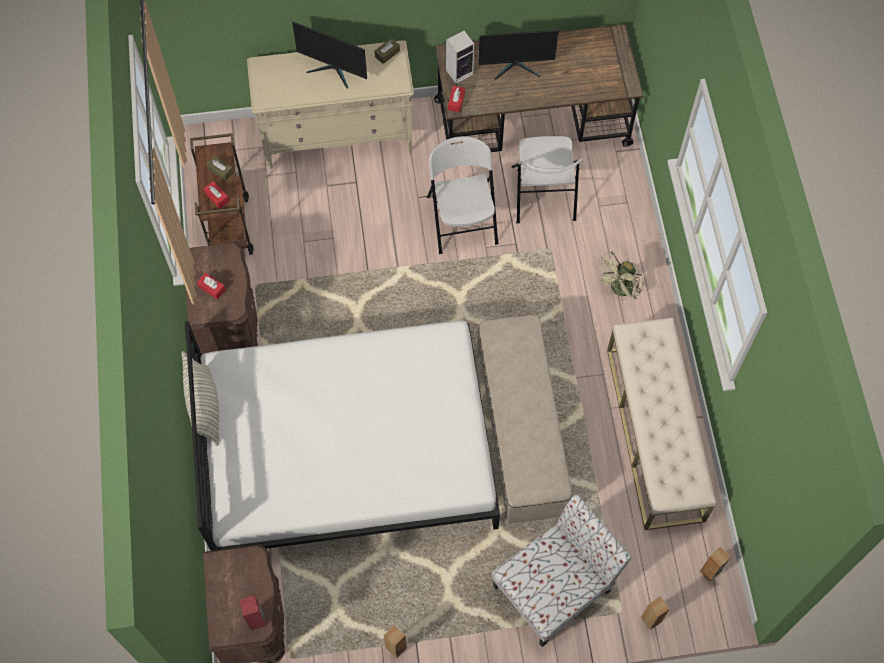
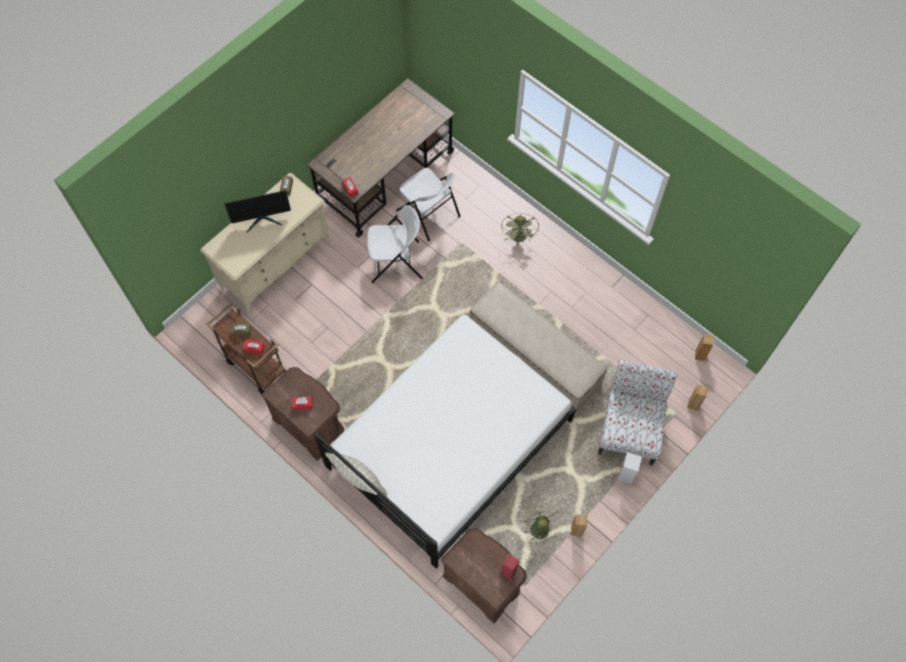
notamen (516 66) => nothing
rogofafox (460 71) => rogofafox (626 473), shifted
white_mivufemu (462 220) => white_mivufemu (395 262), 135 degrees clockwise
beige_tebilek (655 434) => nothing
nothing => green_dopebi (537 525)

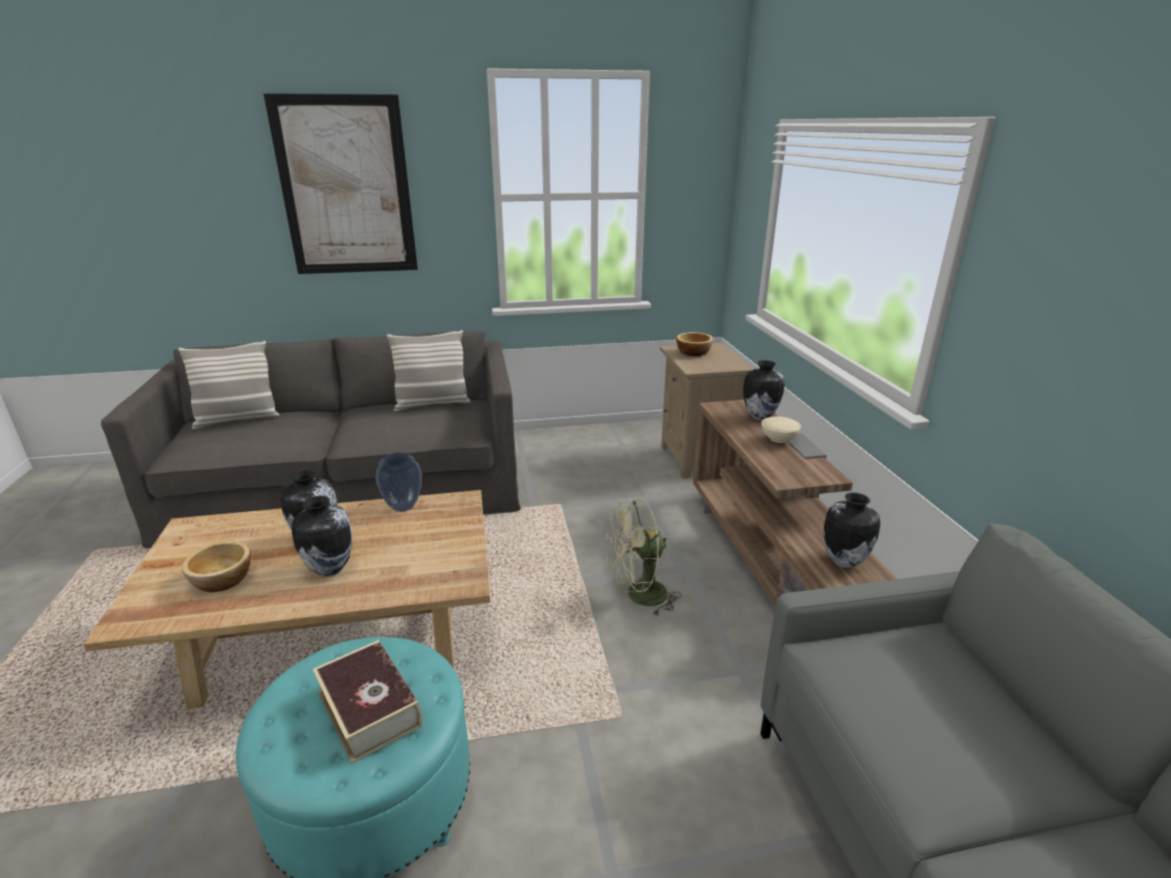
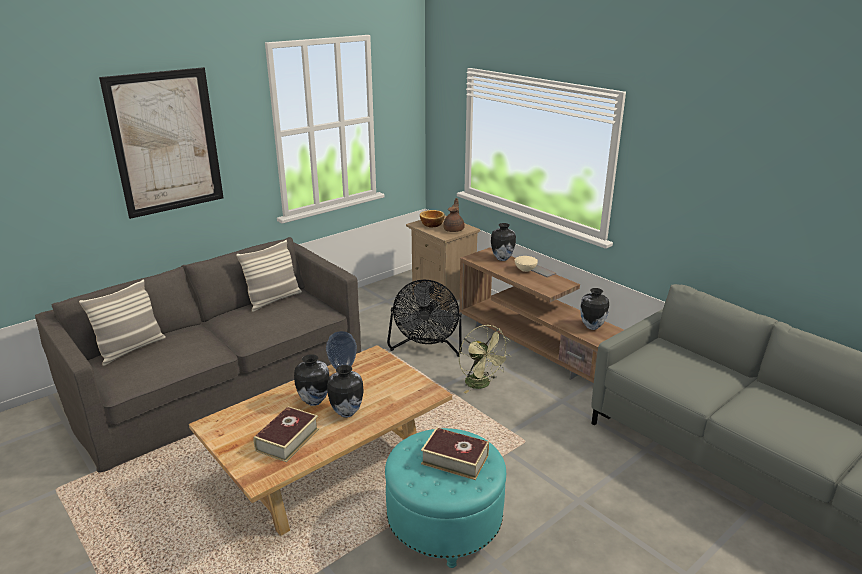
green_dopebi (639 597) => green_dopebi (481 385), 75 degrees counterclockwise
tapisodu (224 579) => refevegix (287 440)
nothing => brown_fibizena (454 229)
nothing => black_dopebi (424 345)

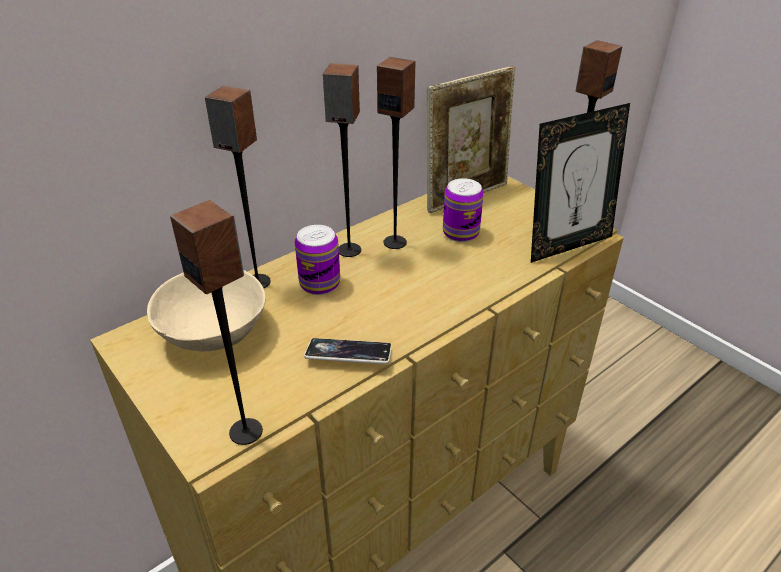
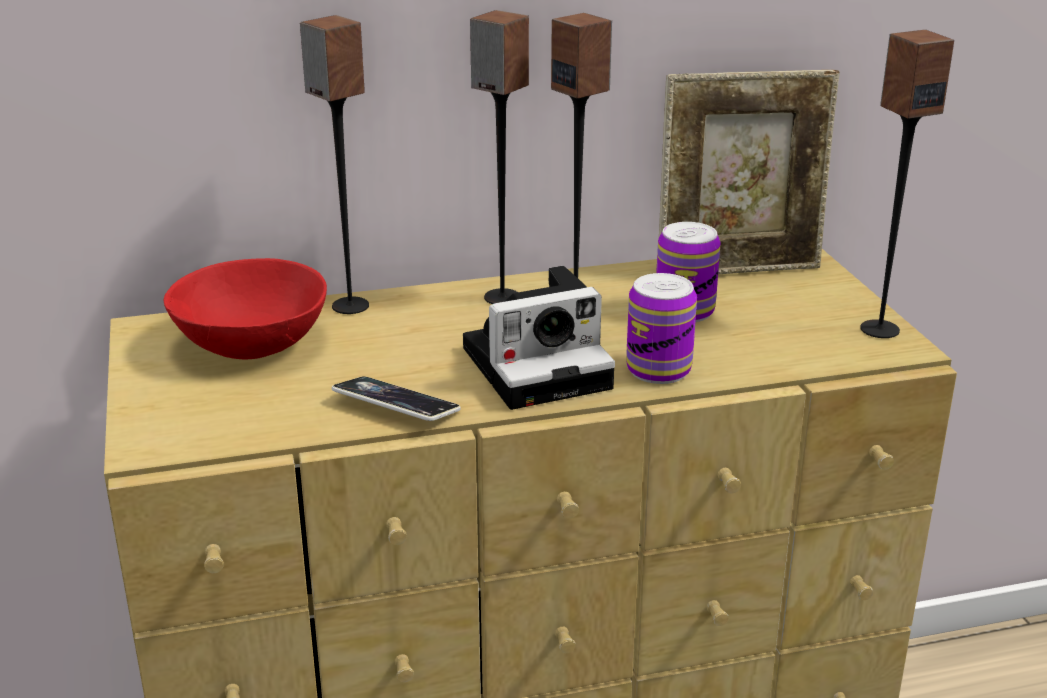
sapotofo (566 244) => nothing
rogofafox (246 431) => nothing
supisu (320 283) => supisu (658 370), shifted
beige_tapisodu (212 332) => red_tapisodu (250 344)
nothing => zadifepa (541 365)

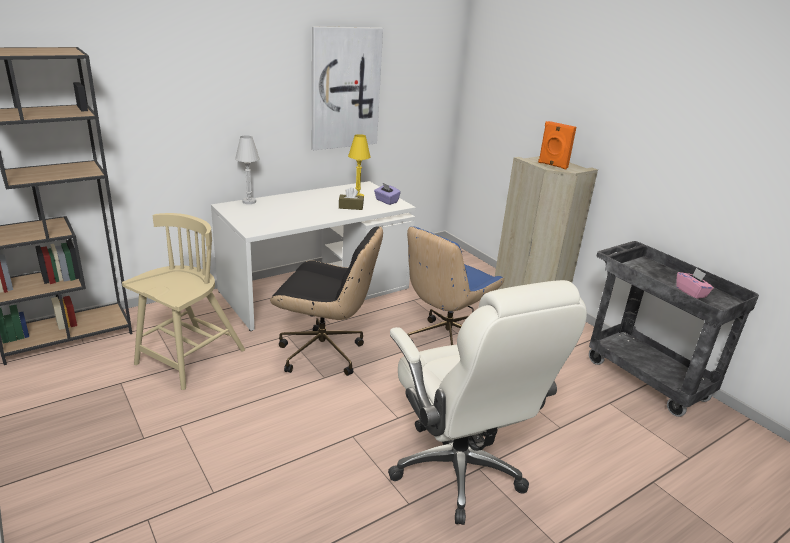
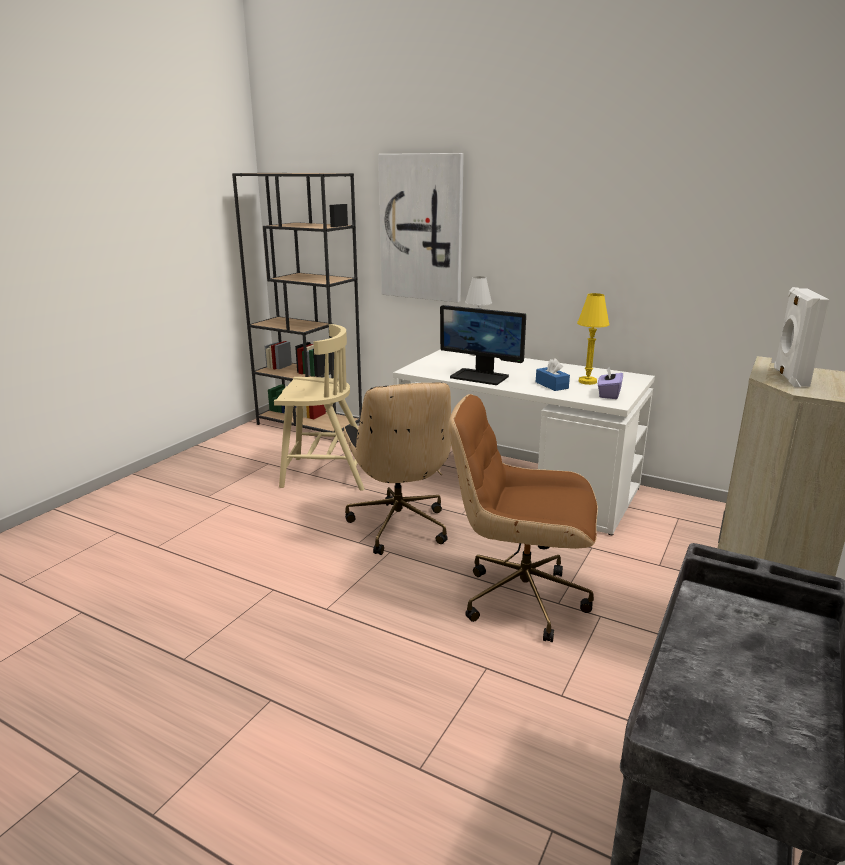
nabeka (345 88) => nabeka (421 228), shifted
orange_rogofafox (552 165) => white_rogofafox (789 377)
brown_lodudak (351 207) => blue_lodudak (551 385)
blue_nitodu (444 343) => brown_nitodu (519 600)
pink_lodudak (691 292) => nothing
white_nitodu (458 471) => nothing
nothing => notamen (480 377)

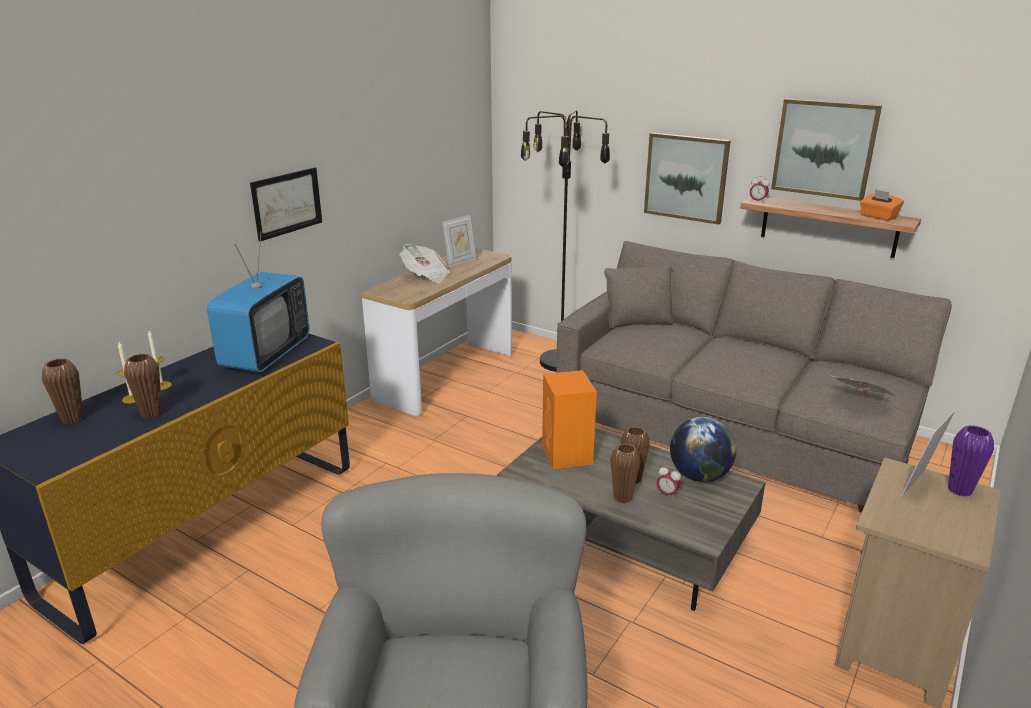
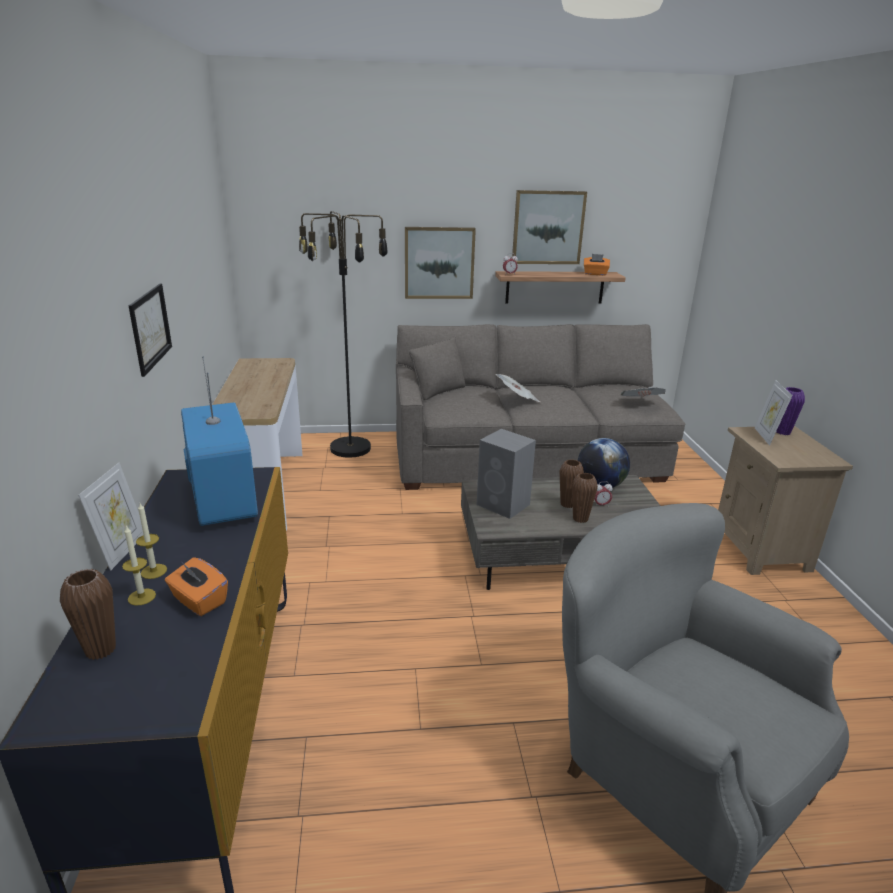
sapotofo (460 262) => sapotofo (122 550), shifted
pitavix (426 276) => pitavix (517 399), shifted
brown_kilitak (151 413) => orange_lodudak (199 601)
orange_rogofafox (567 455) => grey_rogofafox (504 505)

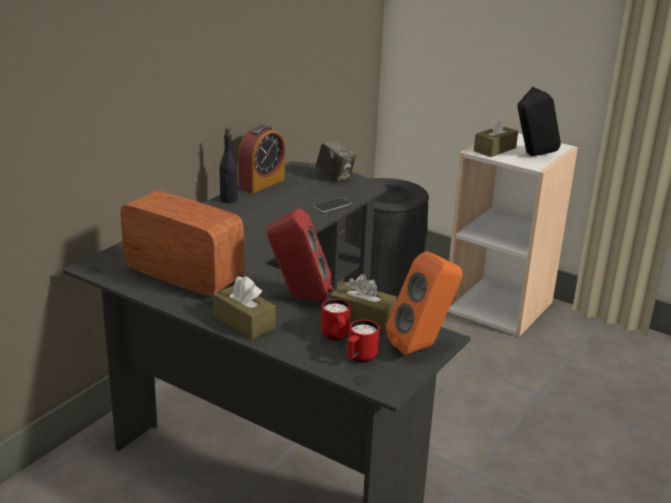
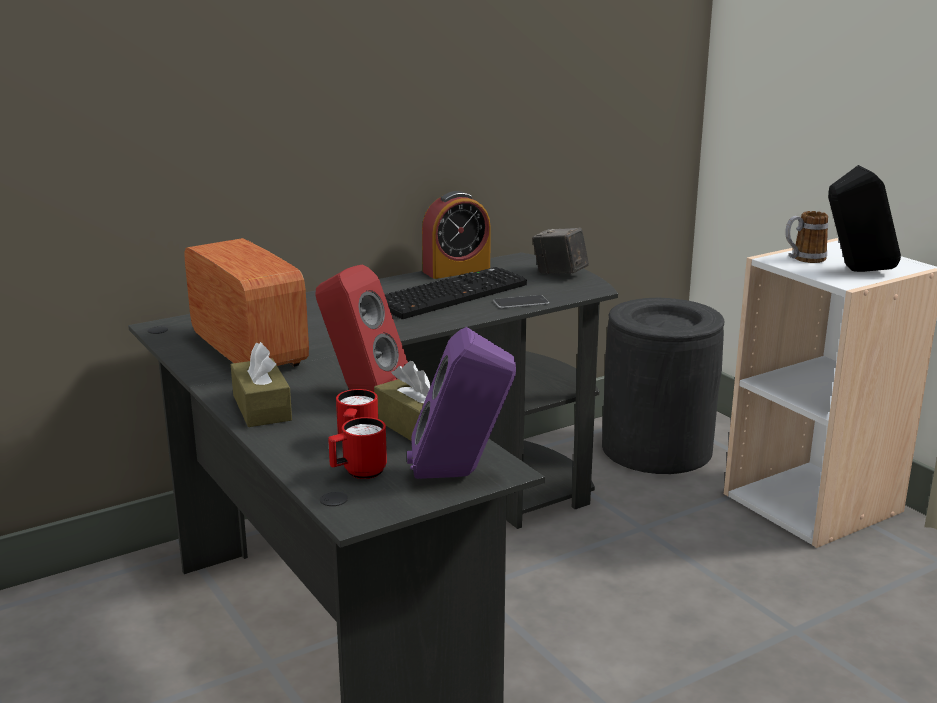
brown_lodudak (494 149) => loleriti (803 259)
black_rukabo (228 200) => nothing
zadifepa (335 176) => zadifepa (559 273), 150 degrees clockwise
orange_rogofafox (422 346) => purple_rogofafox (461 475)
nothing => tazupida (451 294)

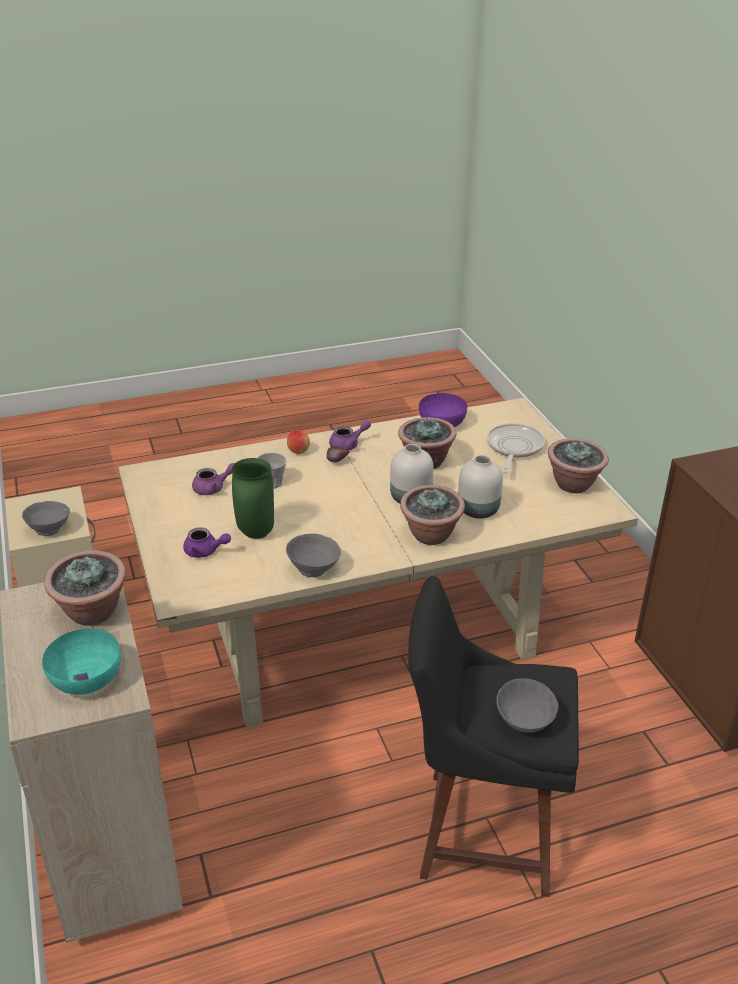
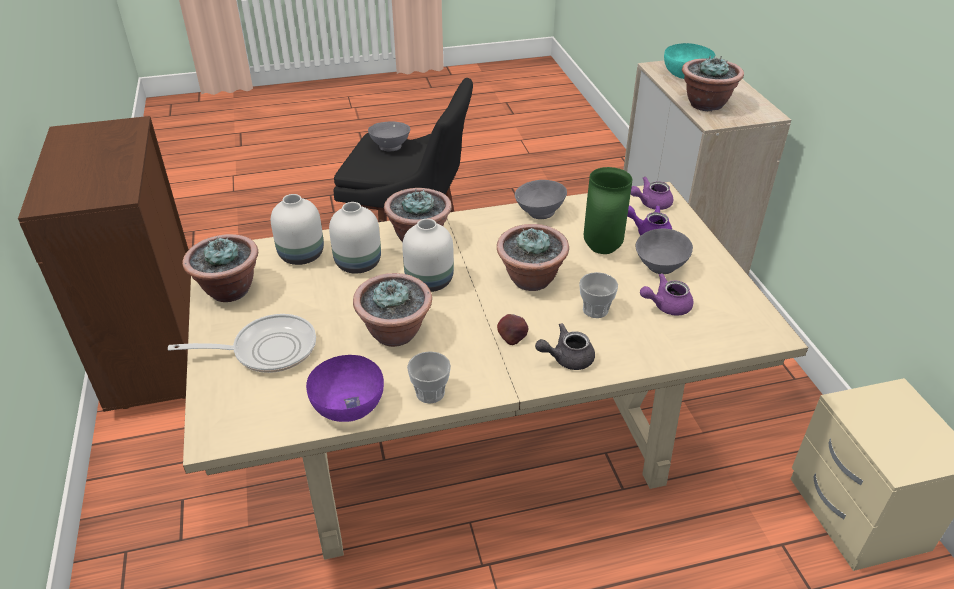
purple_fibizena (348 445) => purple_fibizena (650 203), shifted
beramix (513 448) => beramix (267 349), 120 degrees counterclockwise
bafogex (298 452) => grey_fibizena (566 358)
grey_tapisodu (50 529) => grey_tapisodu (659 267), shifted
nothing => white_kilitak (300 255)
nothing => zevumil (531 280)
nothing => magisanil (430 393)

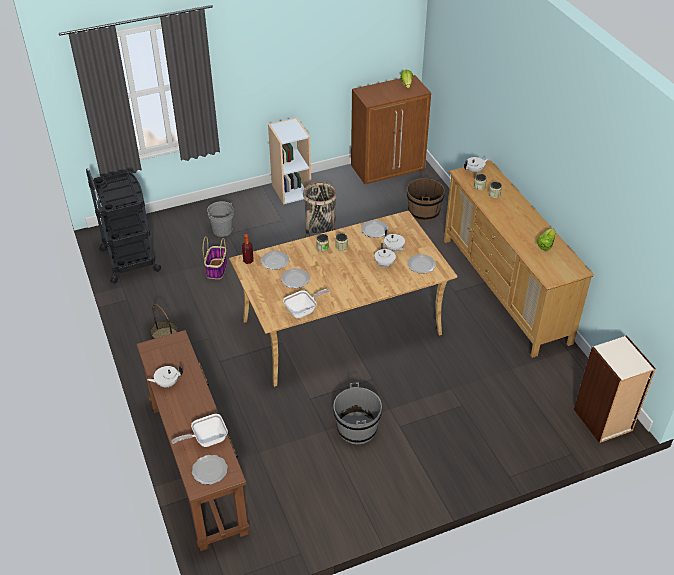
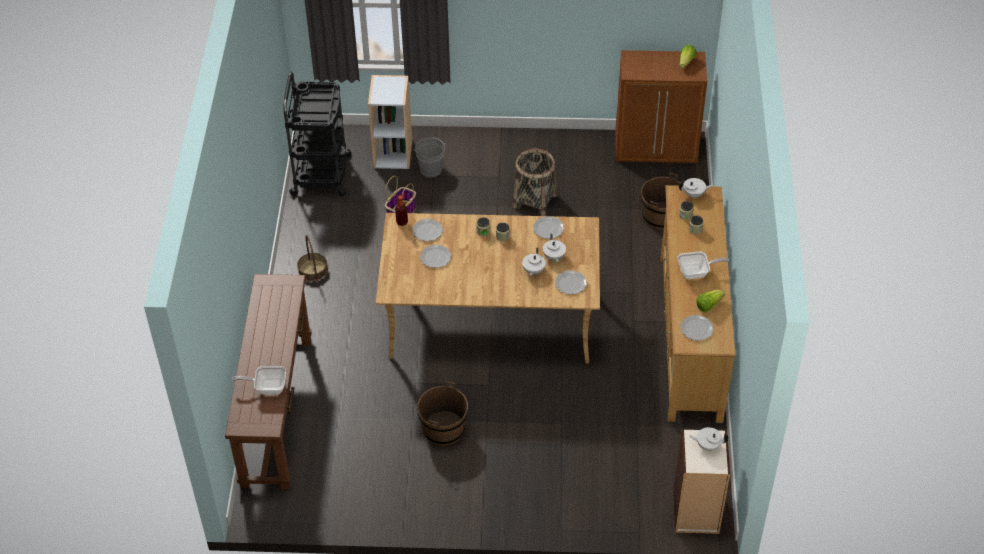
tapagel (291 190) => tapagel (393 153), shifted
beramix (303 310) => beramix (696 272), shifted
white_fibizena (167 383) => white_fibizena (707 445), shifted
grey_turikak (357 428) => brown_turikak (443 429)
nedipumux (210 471) => nedipumux (696 329), shifted

